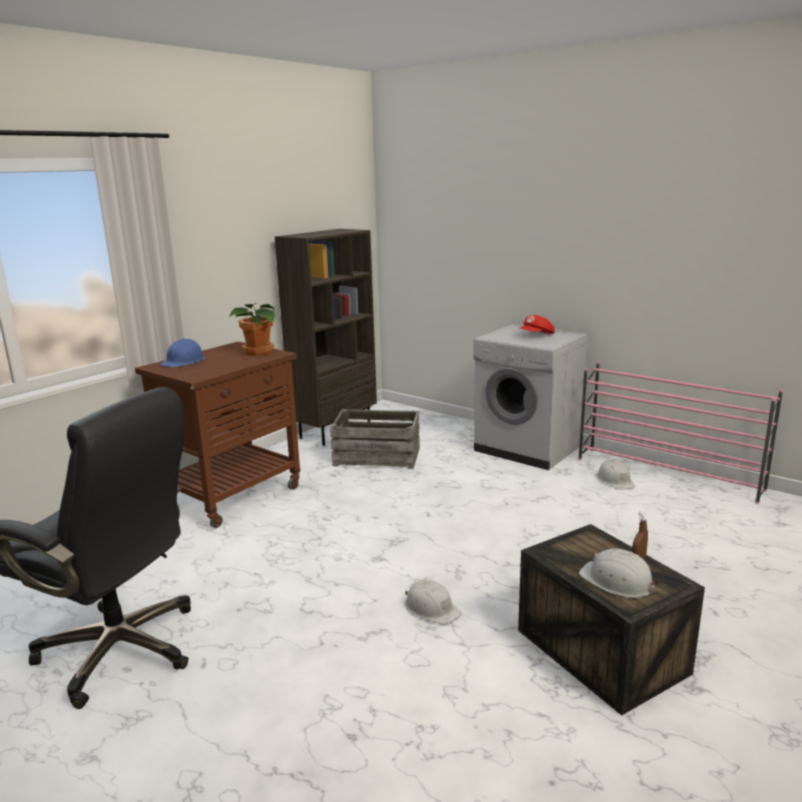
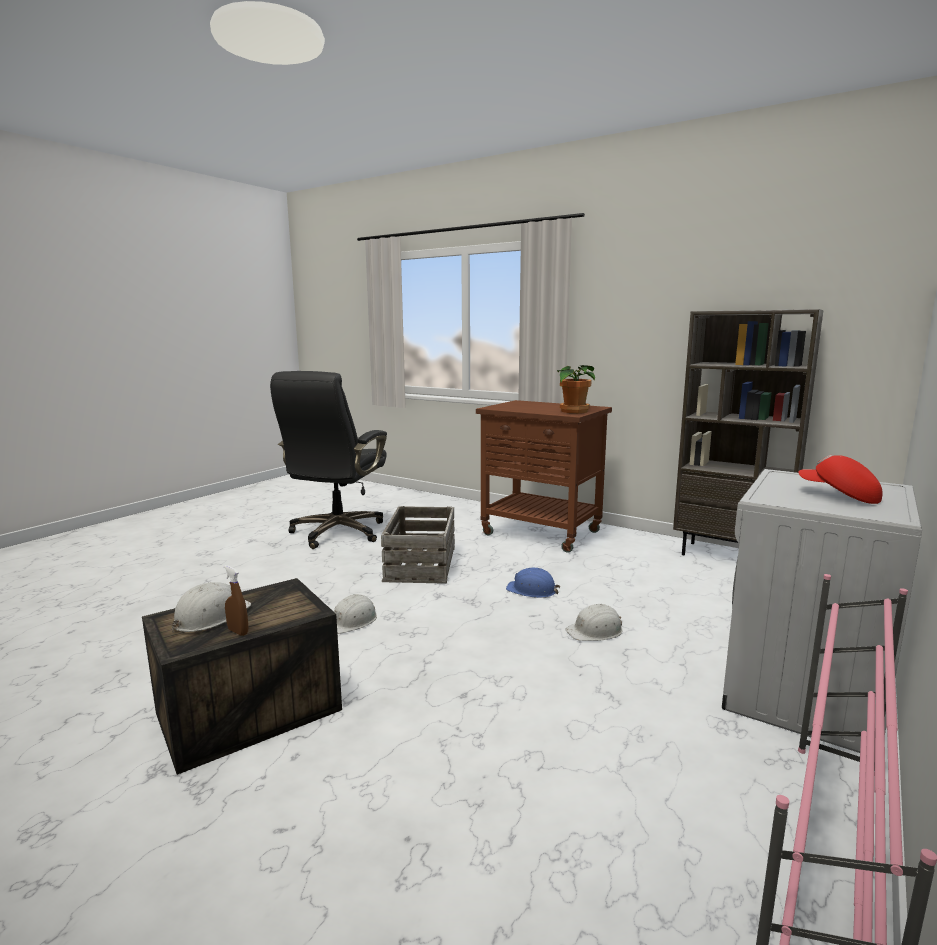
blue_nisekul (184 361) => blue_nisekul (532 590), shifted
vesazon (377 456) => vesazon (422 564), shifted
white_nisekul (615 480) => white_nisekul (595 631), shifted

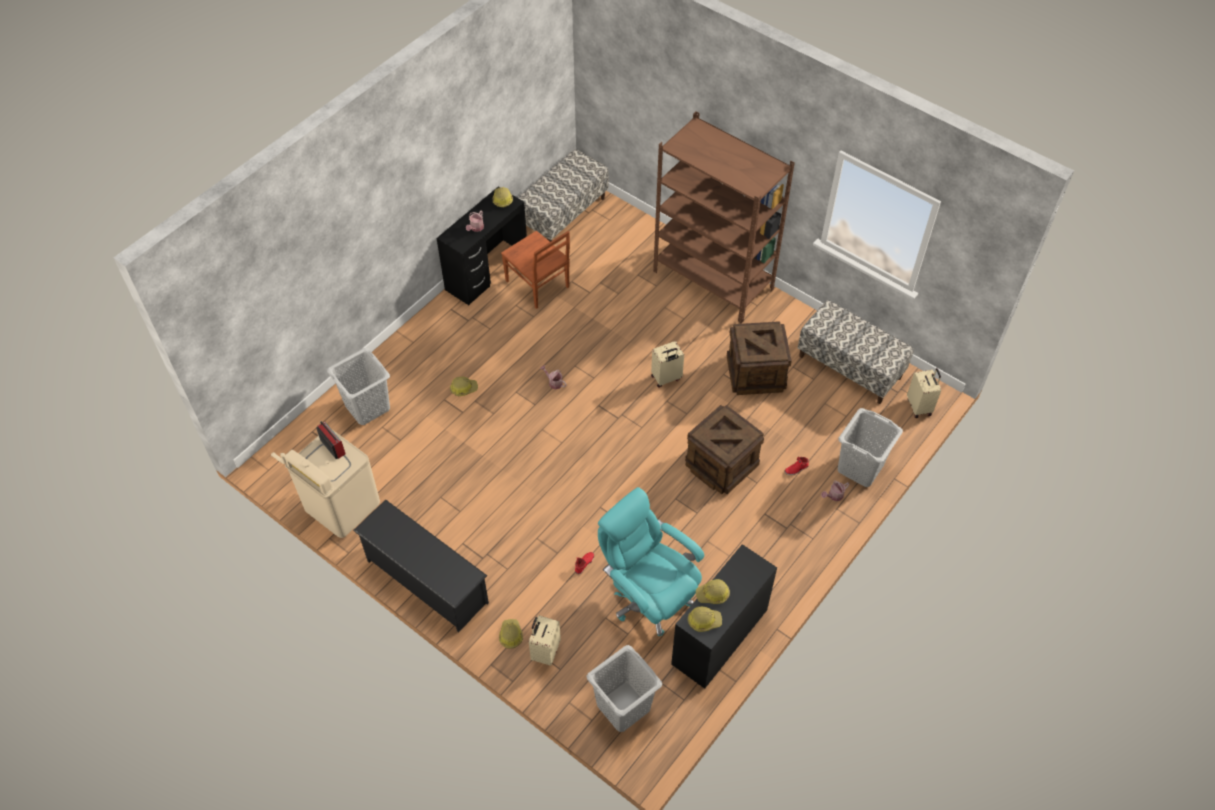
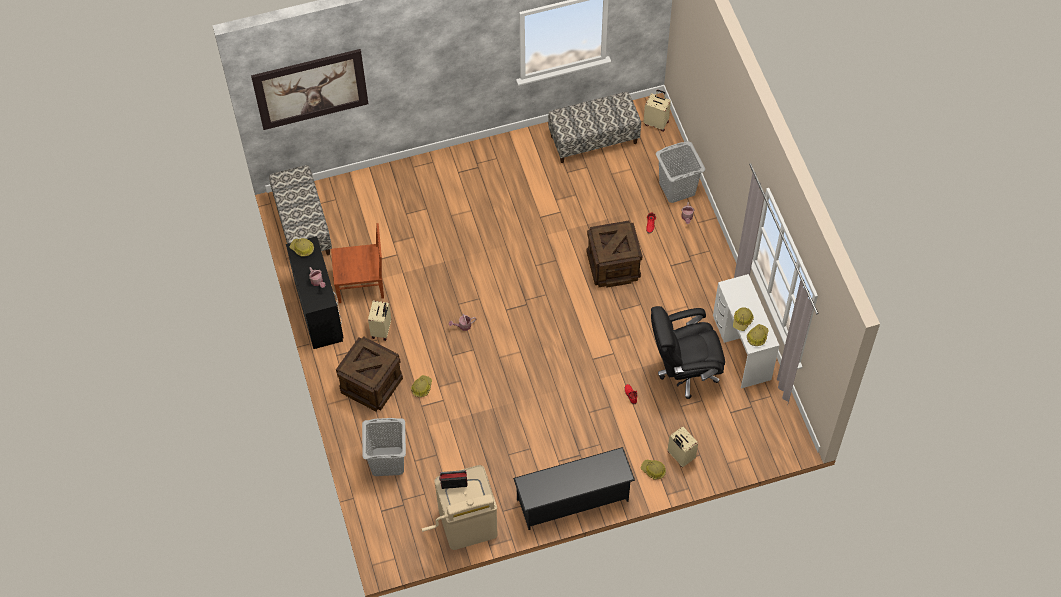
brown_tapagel (713 280) => nothing
vesazon (756 373) => vesazon (372 384), shifted
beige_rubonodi (666 378) => beige_rubonodi (382 330), shifted
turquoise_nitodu (648 598) => black_nitodu (684 372)
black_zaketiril (720 637) => white_zaketiril (742 348)
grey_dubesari (623 706) => nothing
nothing => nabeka (310 89)

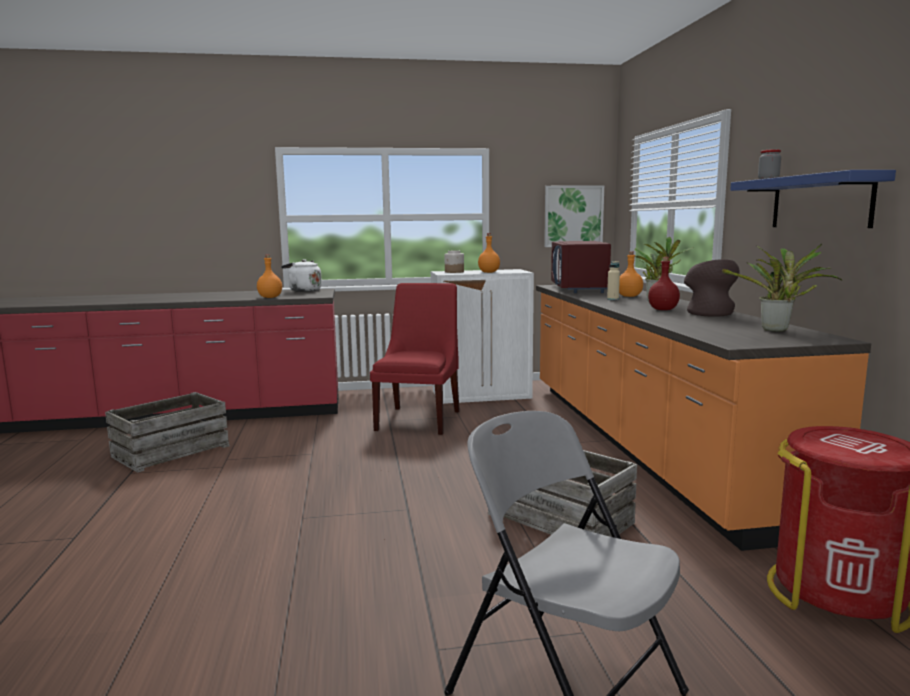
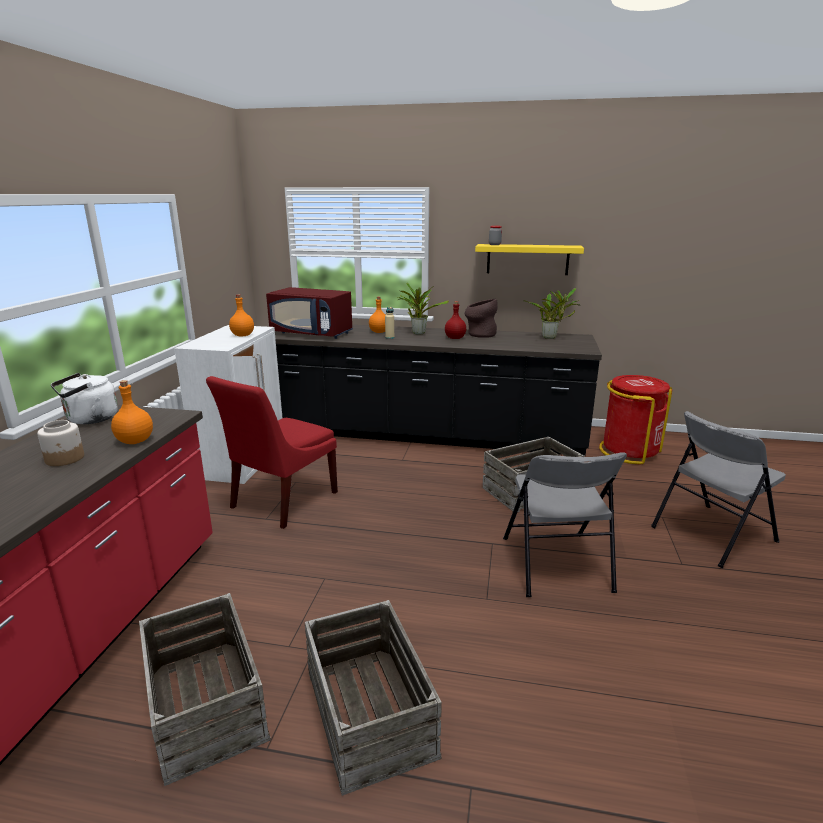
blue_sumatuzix (820 202) => yellow_sumatuzix (527 259)
nabeka (573 216) => nothing
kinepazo (454 272) => kinepazo (65 458), shifted
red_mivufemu (420 419) => red_mivufemu (281 501), 90 degrees counterclockwise
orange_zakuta (643 443) => black_zakuta (425 434)
nothing => grey_mivufemu (555 564)
nothing => vesazon (367 713)

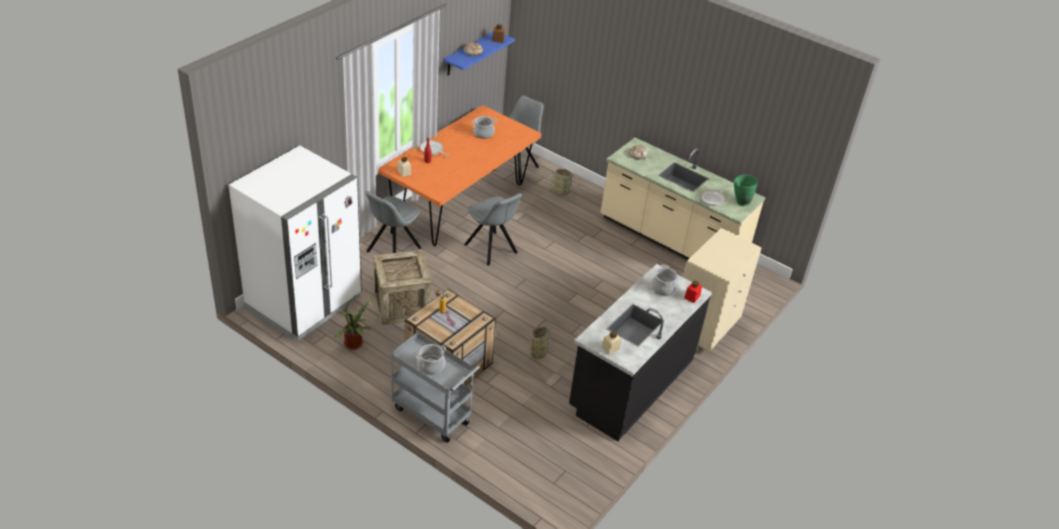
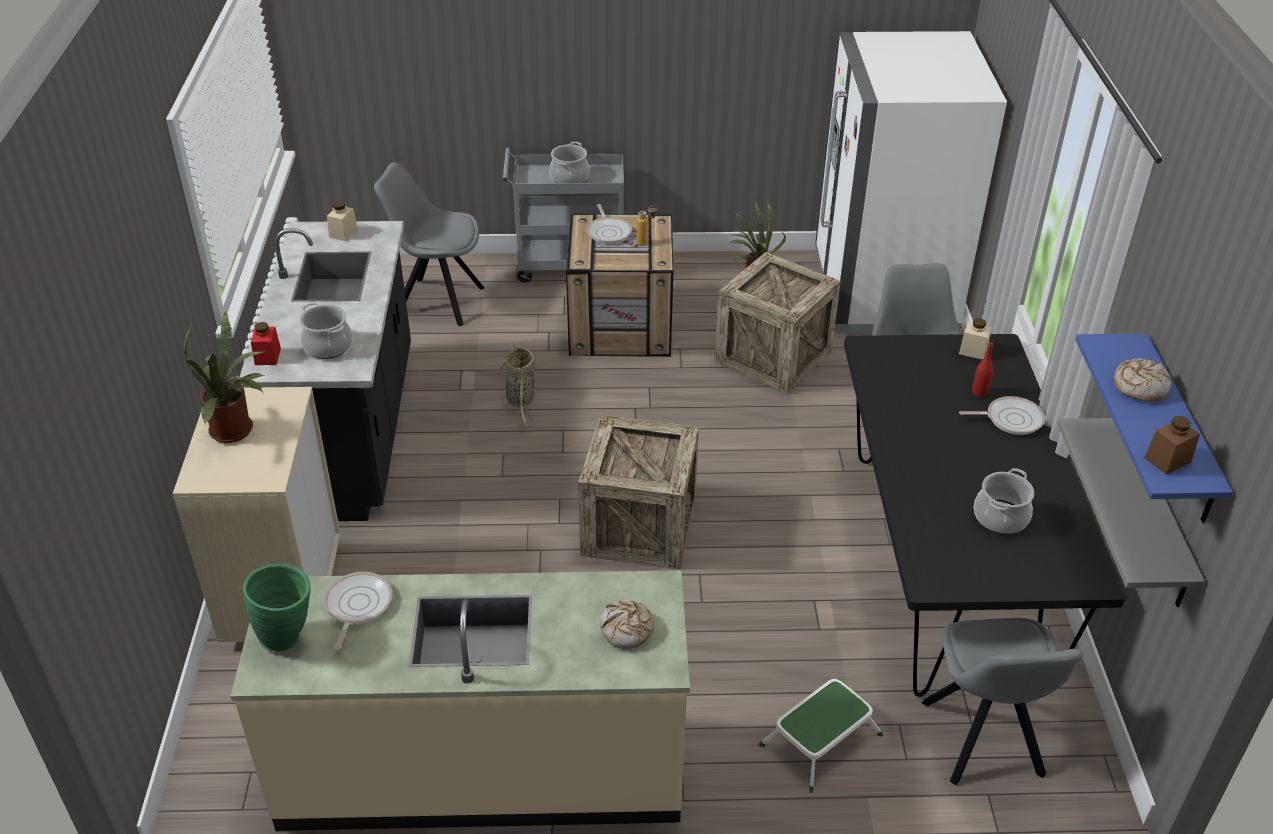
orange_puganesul (460 205) => black_puganesul (942 566)
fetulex (562 193) => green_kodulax (820 739)
grey_mivufemu (491 248) => grey_mivufemu (438 301), shifted
nothing => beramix (609 232)
nothing => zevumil (236 431)
nothing => vesazon (639 527)
nothing => grey_sumatuzix (1155 515)

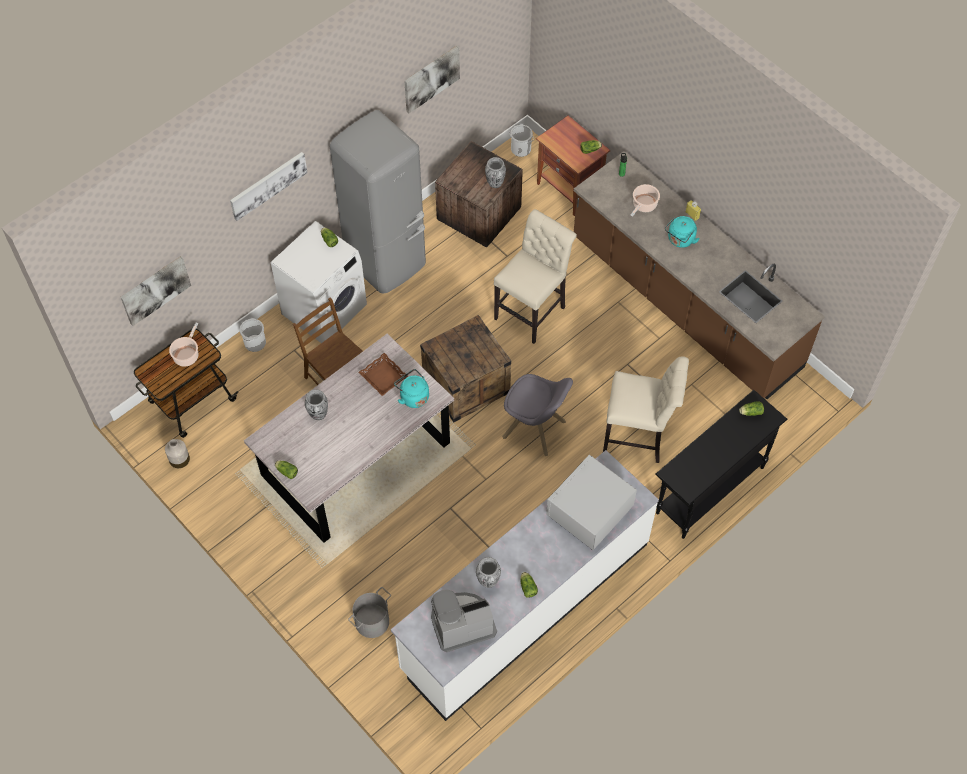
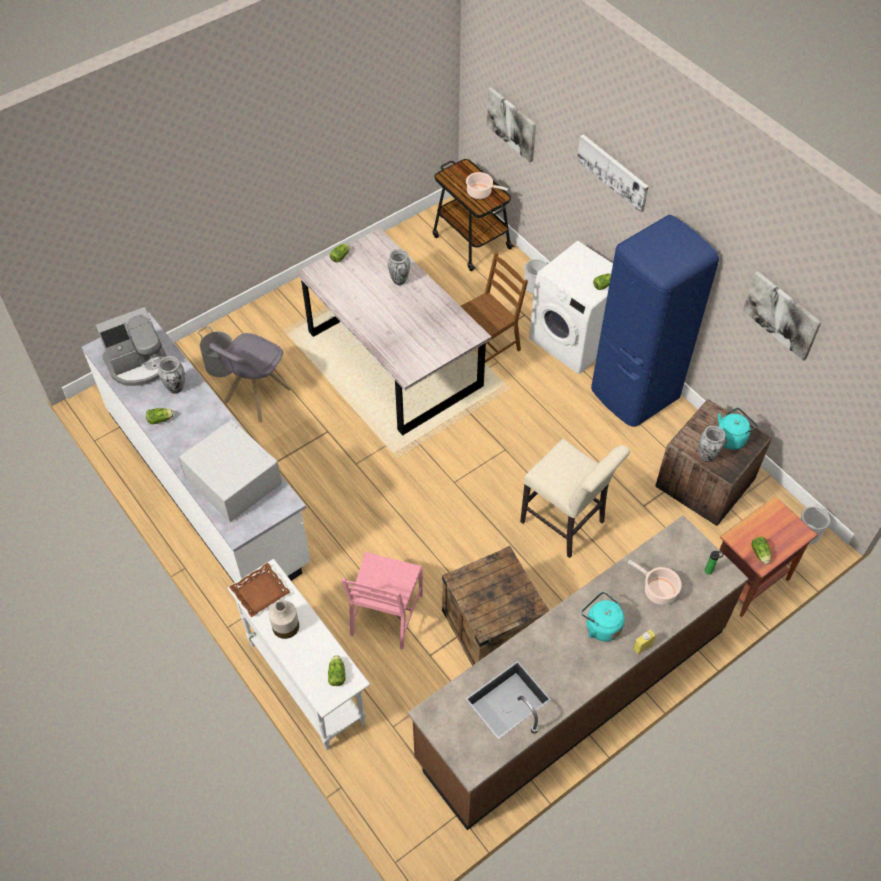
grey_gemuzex (388 262) => blue_gemuzex (632 394)
vesazon (466 384) => vesazon (492 628), shifted
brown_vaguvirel (383 376) => brown_vaguvirel (260 592), shifted
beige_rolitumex (638 437) => pink_mivufemu (386 615)
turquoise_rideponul (413 396) => turquoise_rideponul (732 437), shifted
grey_mivufemu (535 429) => grey_mivufemu (257 395), shifted
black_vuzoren (709 490) => white_vuzoren (306 682)
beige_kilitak (179 459) => beige_kilitak (285 626), shifted
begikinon (461 623) => begikinon (138 364), 75 degrees clockwise

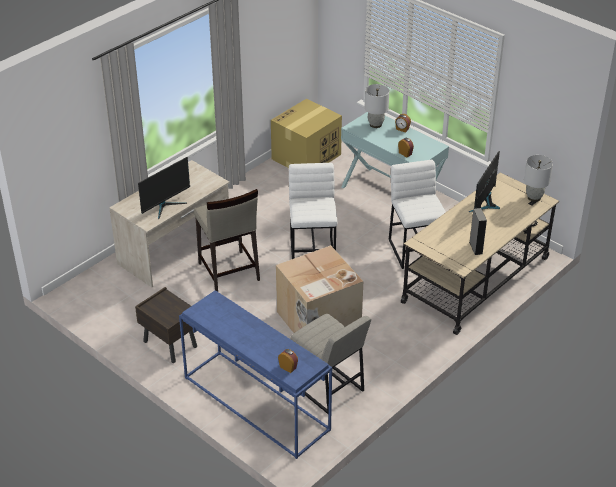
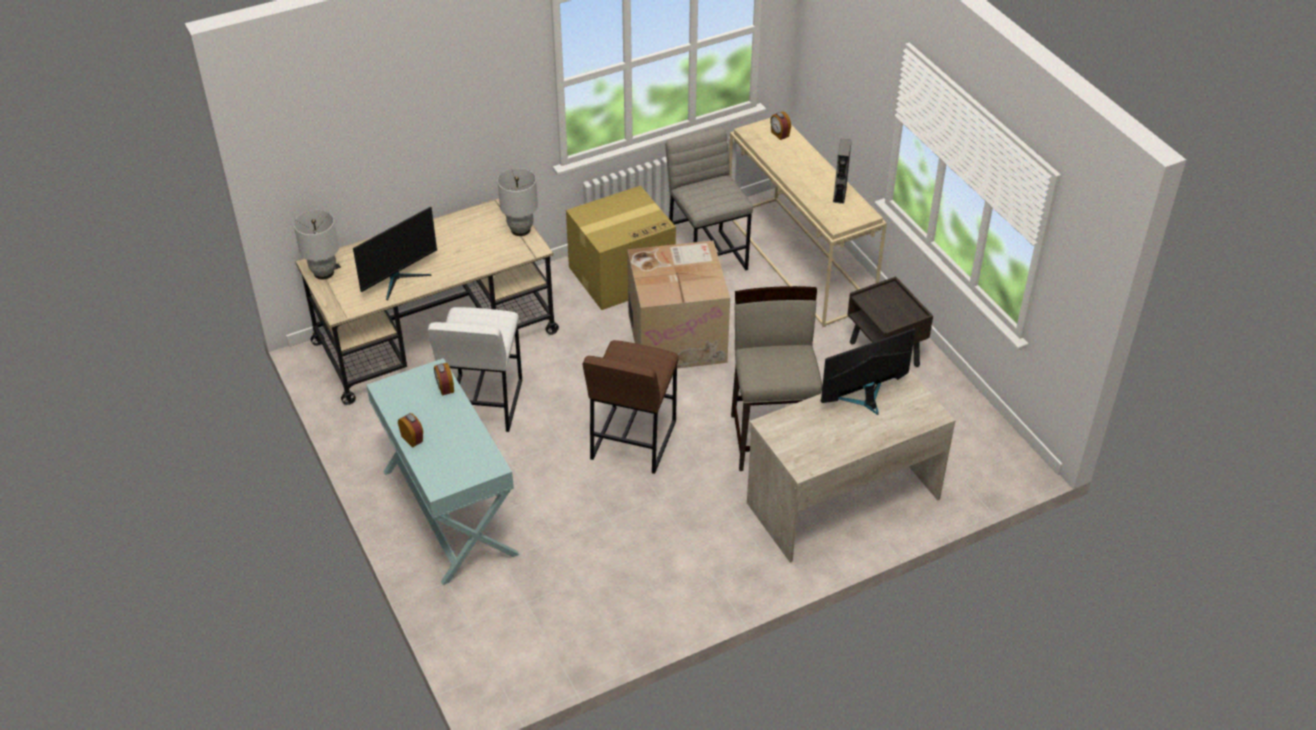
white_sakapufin (375 124) => white_sakapufin (521 230), shifted
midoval (306 157) => midoval (622 274), shifted
white_mivufemu (312 251) => brown_mivufemu (632 441)
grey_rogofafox (476 248) => grey_rogofafox (839 194), shifted
blue_vuzoren (254 403) => beige_vuzoren (800 261)

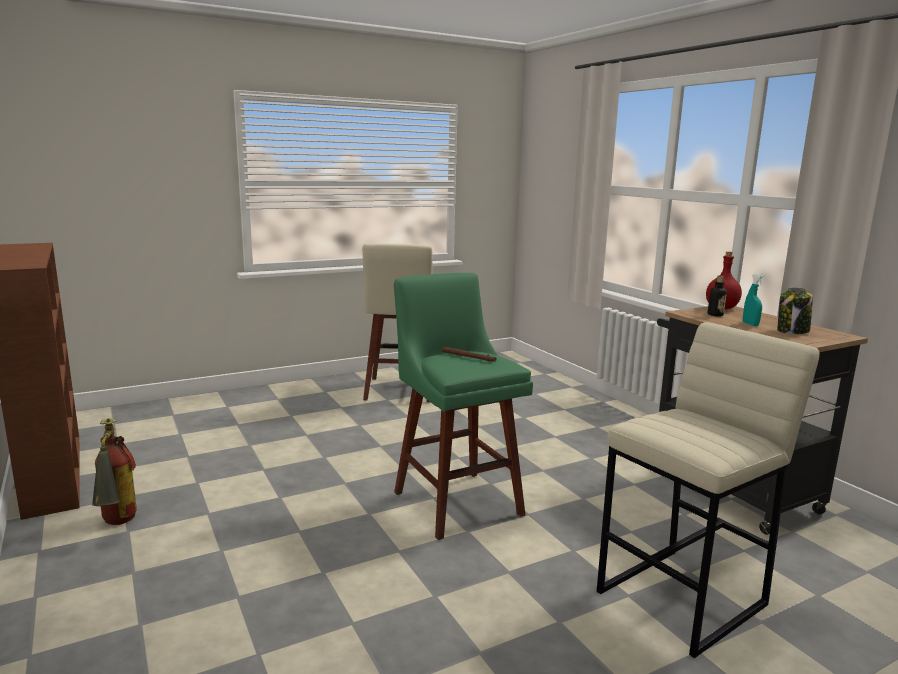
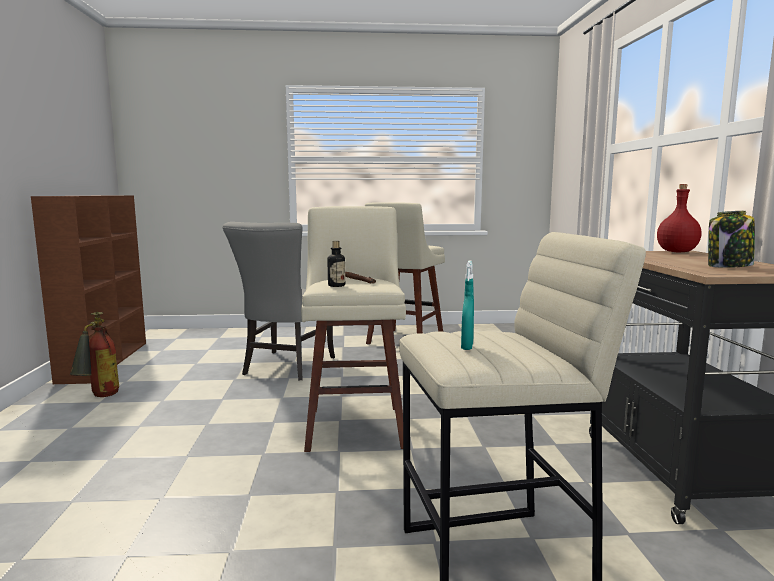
green_rolitumex (456 502) => beige_rolitumex (356 427)
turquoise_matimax (750 324) => turquoise_matimax (467 346), shifted
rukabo (715 315) => rukabo (336 285), shifted
nothing => grey_mivufemu (285 367)

